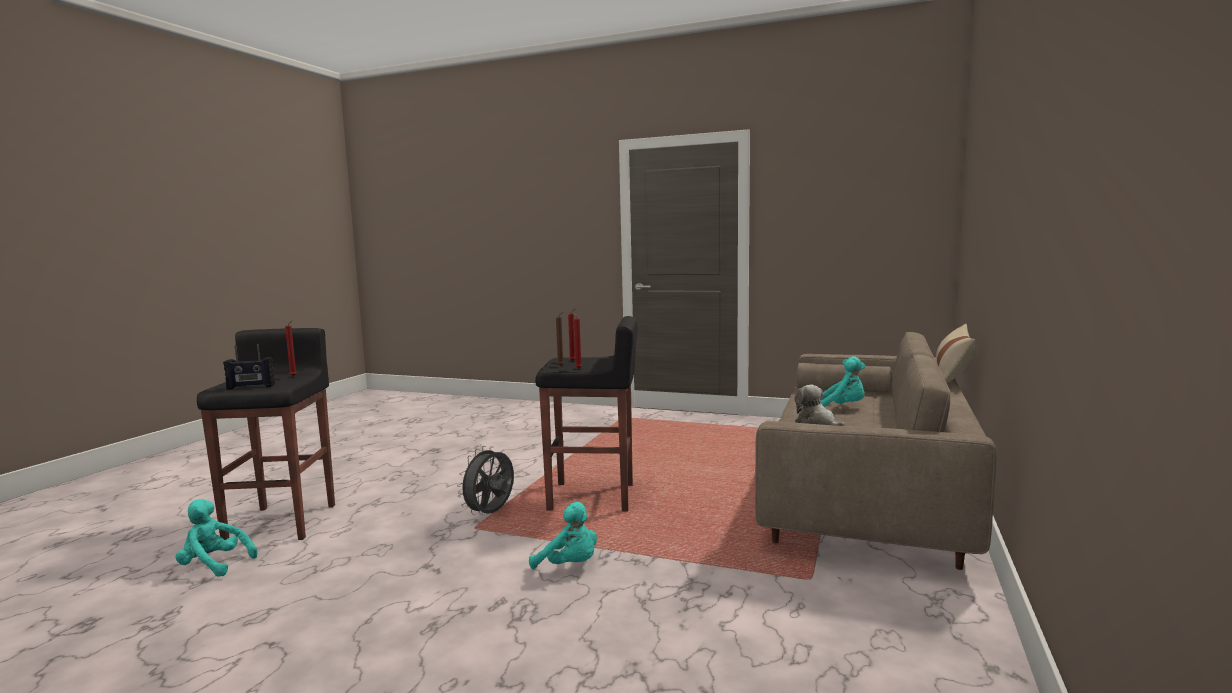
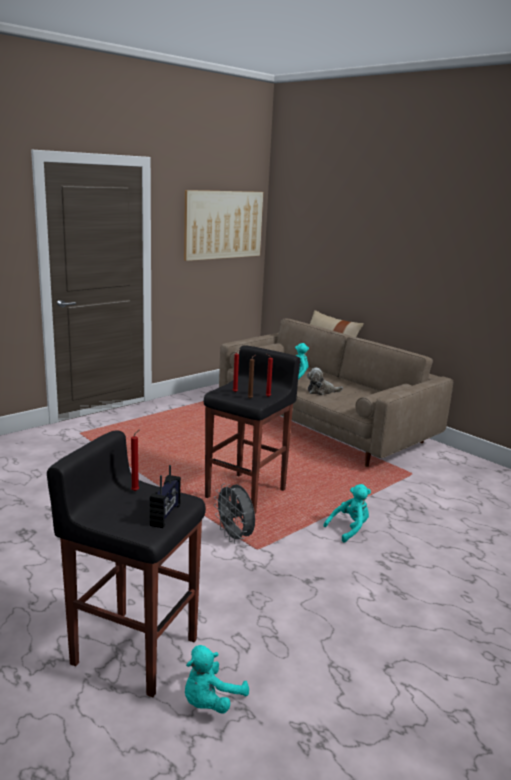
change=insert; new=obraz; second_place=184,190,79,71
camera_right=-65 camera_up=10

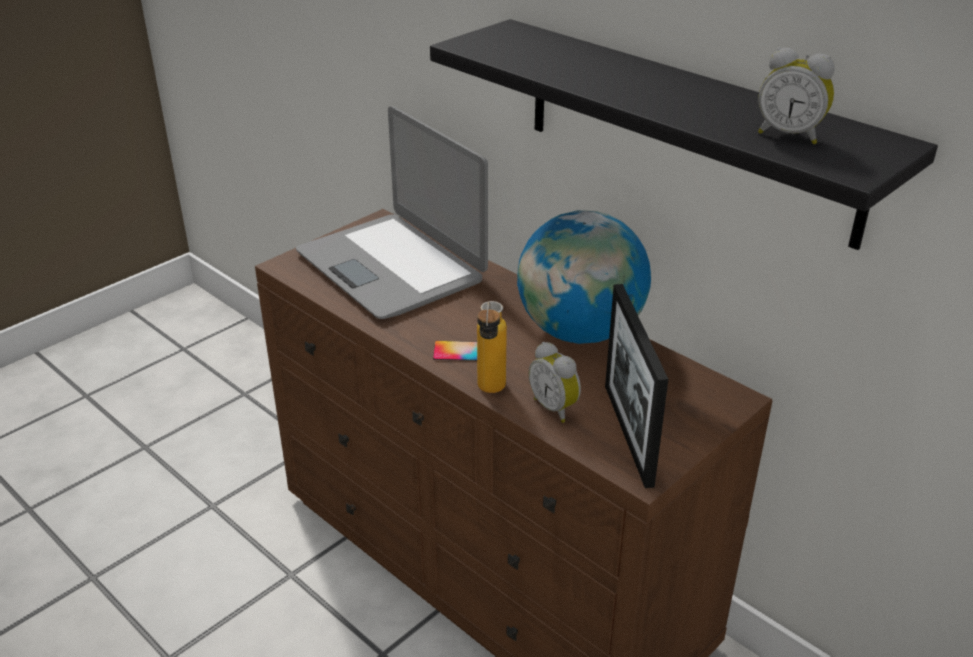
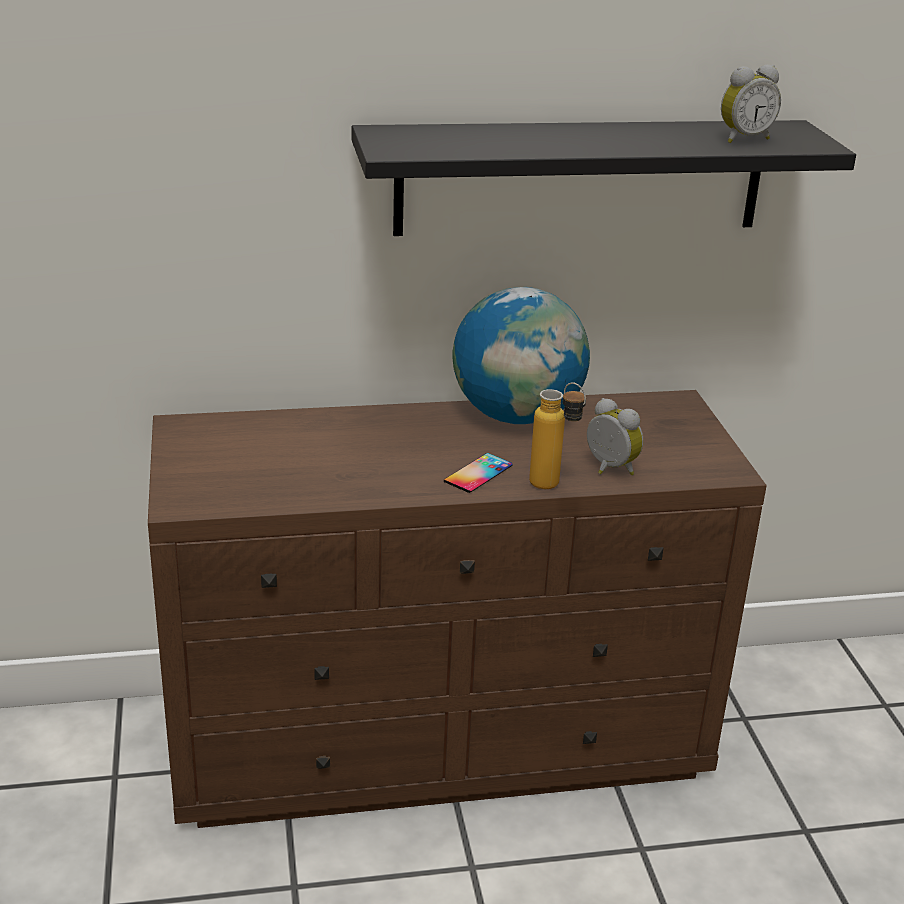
change=delete; old=laptop; first_place=296,106,192,213
change=delete; old=ramka na zdjęcie; first_place=605,284,63,204
change=rotate; old=budzik; first_place=529,342,52,81; second_place=587,398,56,77; degrees=-135
camera_right=-55 camera_up=-5

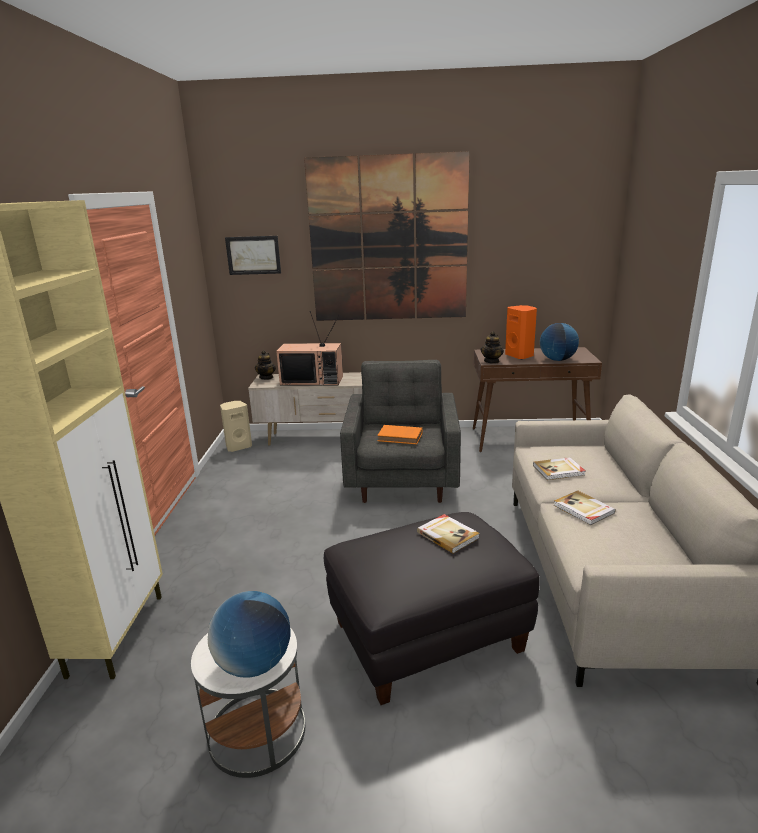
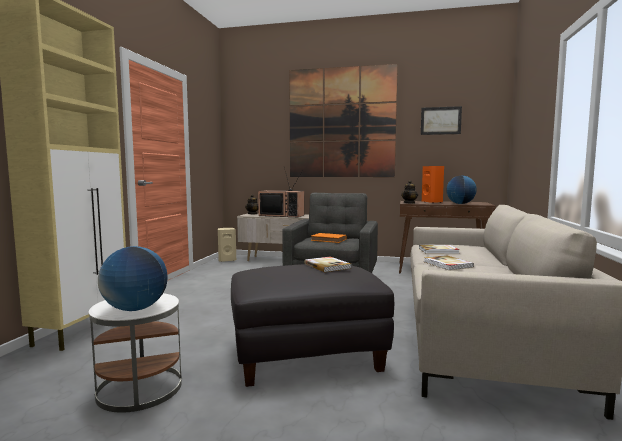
change=move; old=obraz; first_place=225,236,56,39; second_place=421,106,41,29
camera_right=10 camera_up=-15

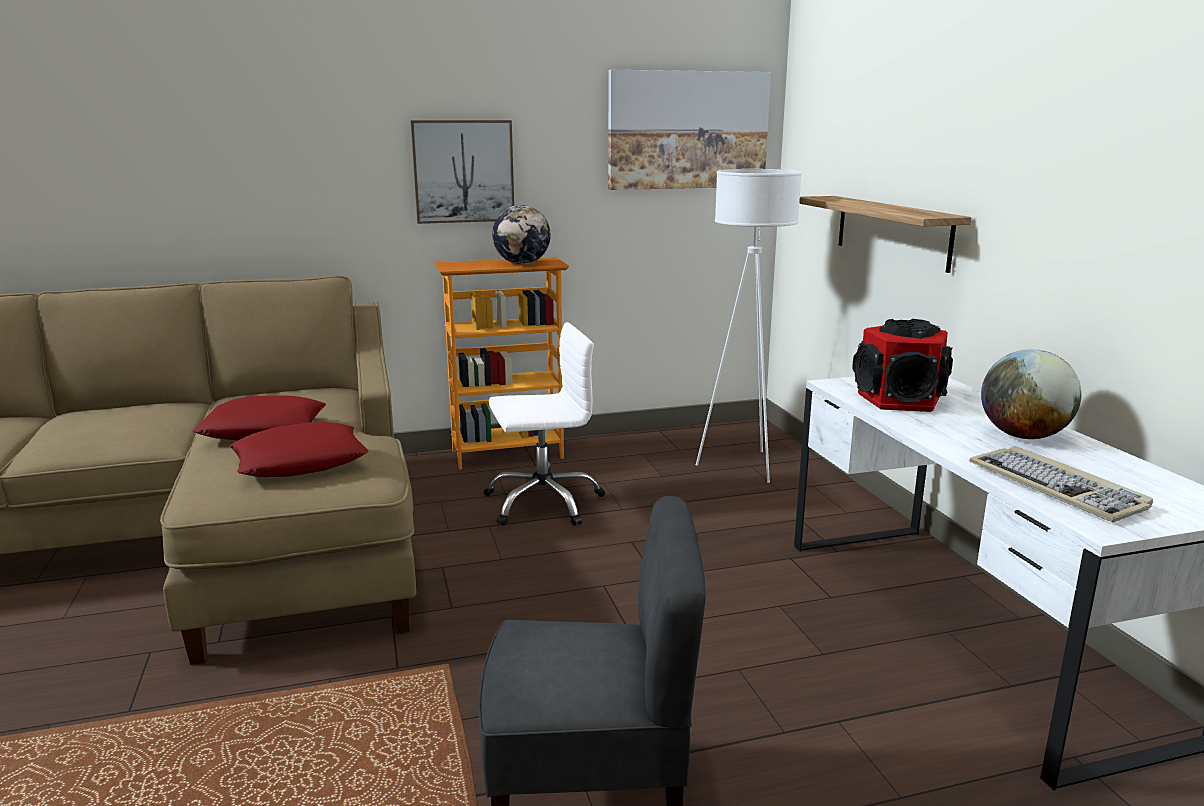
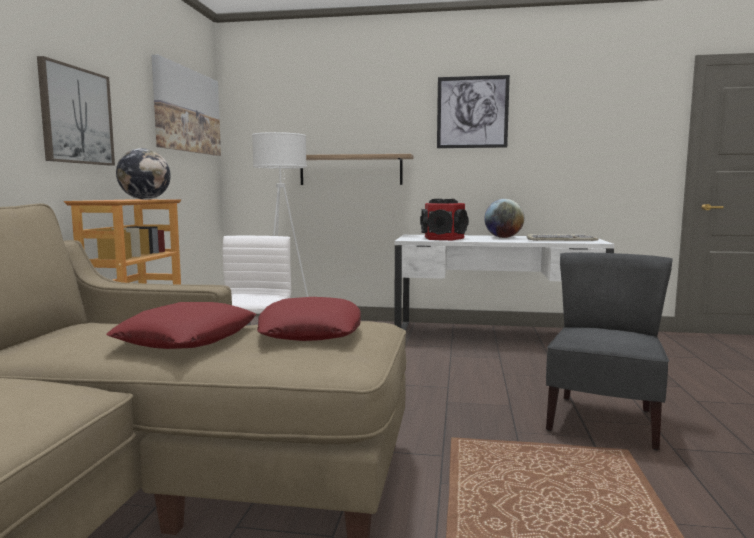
change=insert; new=obraz; second_place=437,75,73,73
camera_right=-65 camera_up=-10

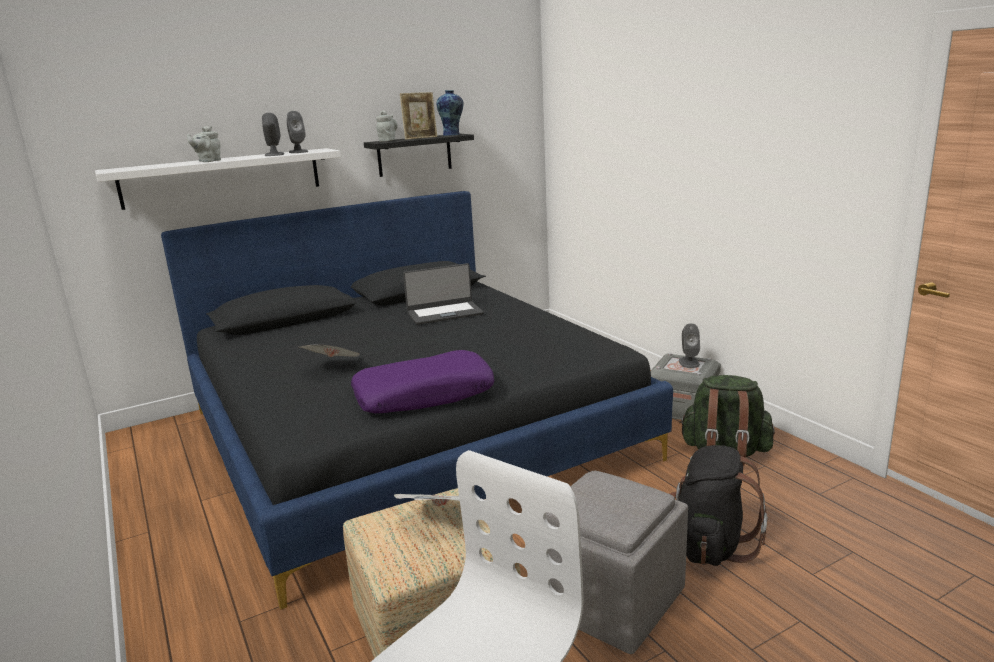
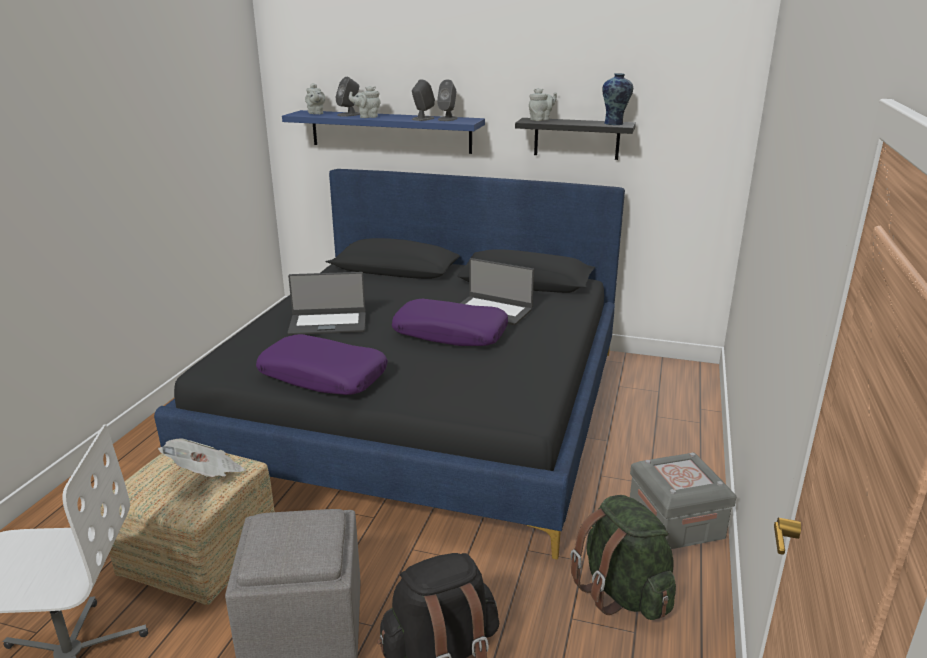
change=delete; old=ramka na zdjęcie; first_place=400,92,37,48
change=insert; new=imbryk [szary]; second_place=305,83,20,31
change=insert; new=poduszka [fioletowy]; second_place=392,299,116,47
change=move; old=głośnik [szary]; first_place=679,323,21,45; second_place=336,77,24,40
change=replace; old=gazeta; new=laptop; first_place=300,345,60,12; second_place=288,272,78,63
change=recolor; old=półka [biały]; new=półka [niebieski]; first_place=95,148,246,62; second_place=282,110,203,44
camera_right=45 camera_up=5

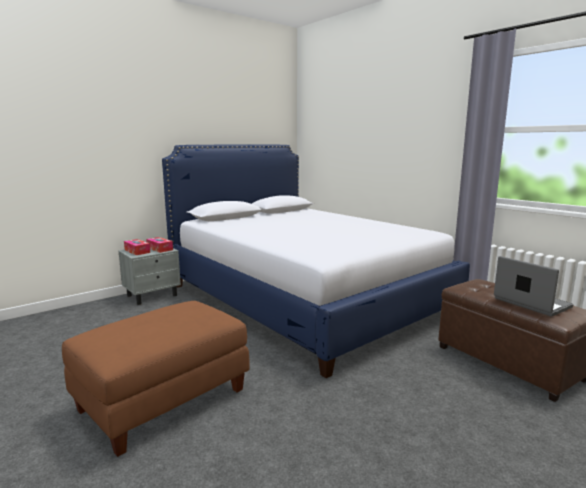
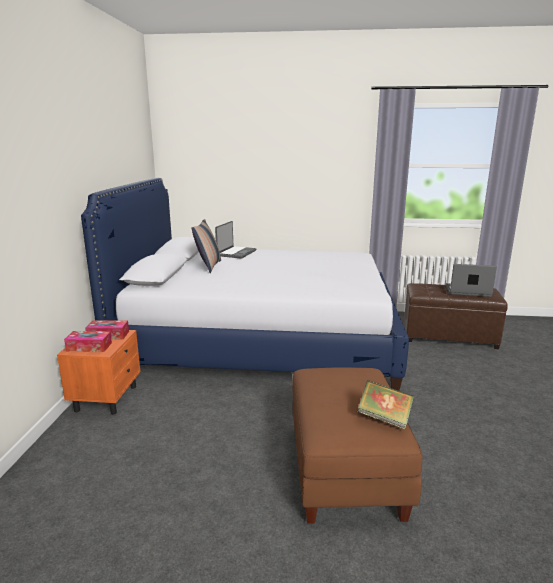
change=insert; new=poduszka; second_place=192,219,29,54
change=insert; new=laptop; second_place=215,221,41,38
change=insert; new=książka; second_place=357,380,57,49
change=recolor; old=szafka nocna [szary]; new=szafka nocna [pomarańczowy]; first_place=118,248,63,57; second_place=57,330,84,85
camera_right=-45 camera_up=5

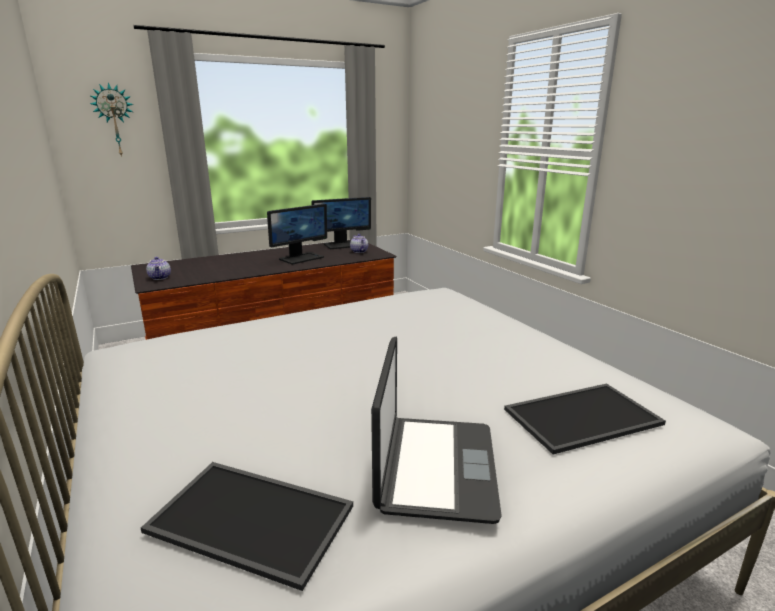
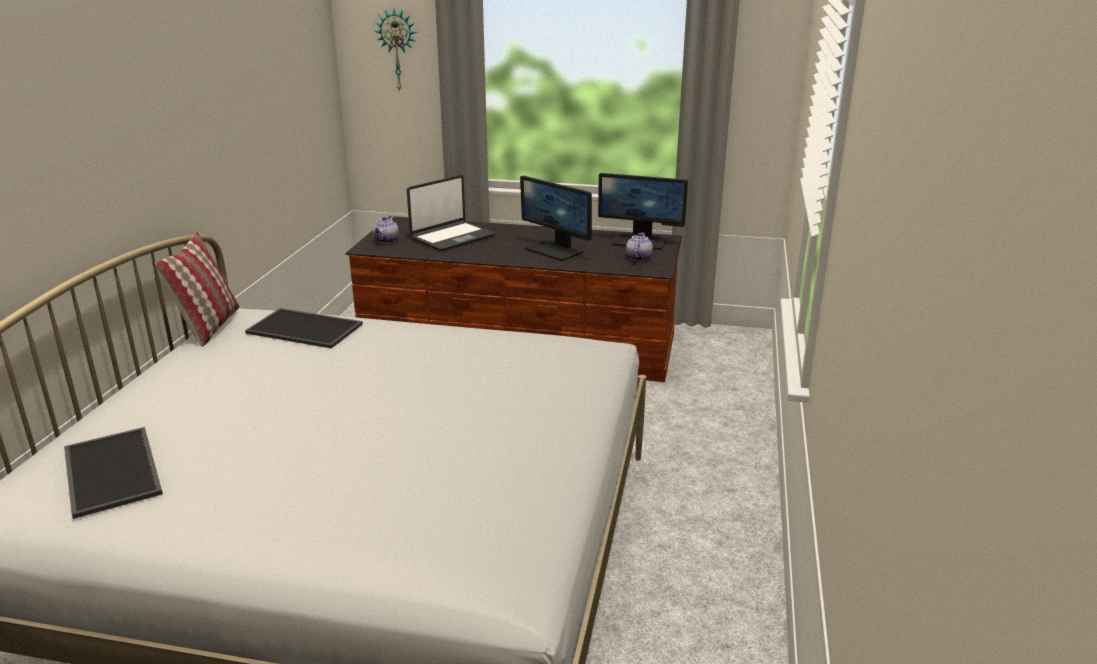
change=insert; new=poduszka; second_place=155,232,84,115
change=move; old=laptop; first_place=371,336,131,188; second_place=407,175,88,76
change=move; old=taca; first_place=504,383,162,72; second_place=245,308,118,41
change=rotate; old=monitor; first_place=267,204,60,60; second_place=520,175,72,86; degrees=45
camera_right=40 camera_up=5

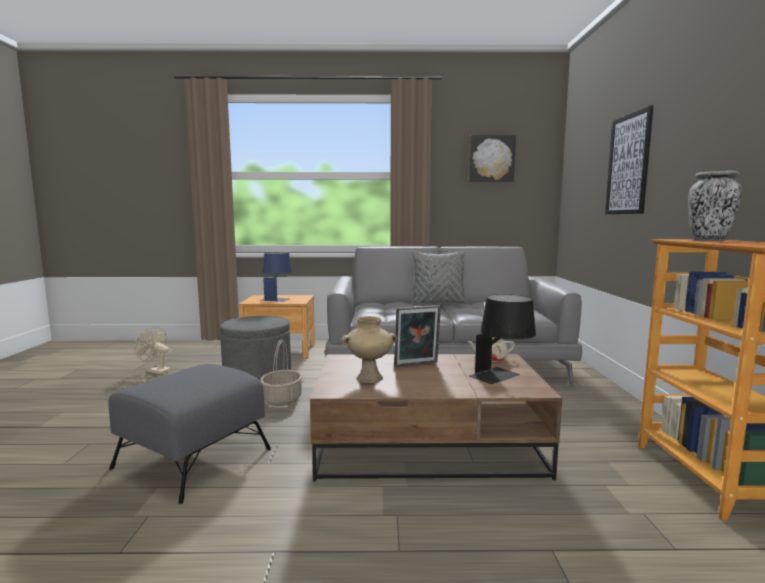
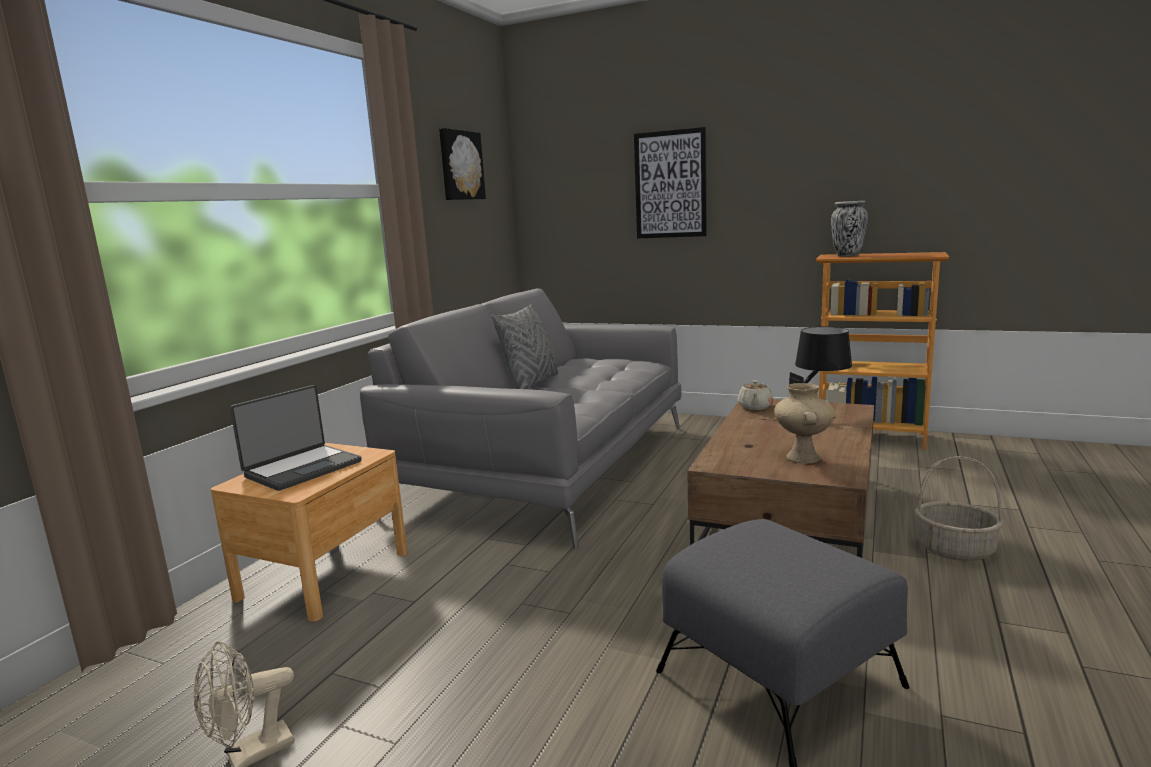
change=delete; old=pufa [szary]; first_place=220,316,71,64
change=delete; old=ramka na zdjęcie; first_place=394,305,47,62
change=move; old=koszyk; first_place=260,340,43,66; second_place=915,456,88,105
change=replace; old=lampa stołowa [niebieski]; new=laptop; first_place=259,252,33,50; second_place=230,385,131,106
camera_right=-65 camera_up=5

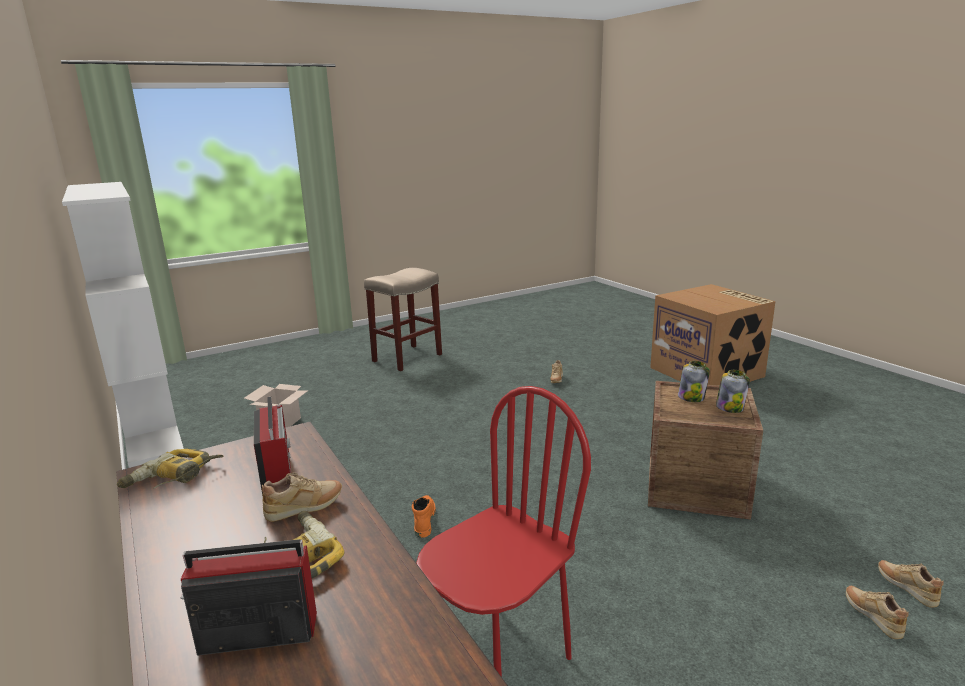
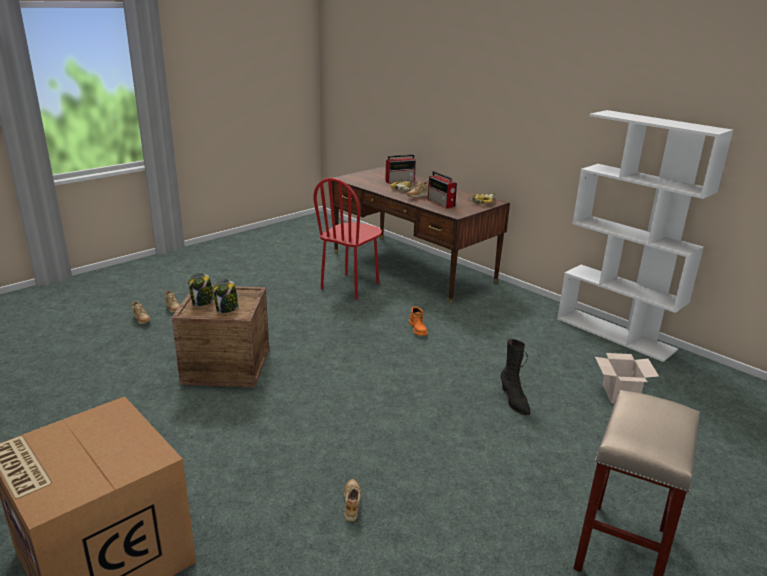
change=insert; new=but z cholewką [czarny]; second_place=501,339,30,77
camera_right=165 camera_up=5

